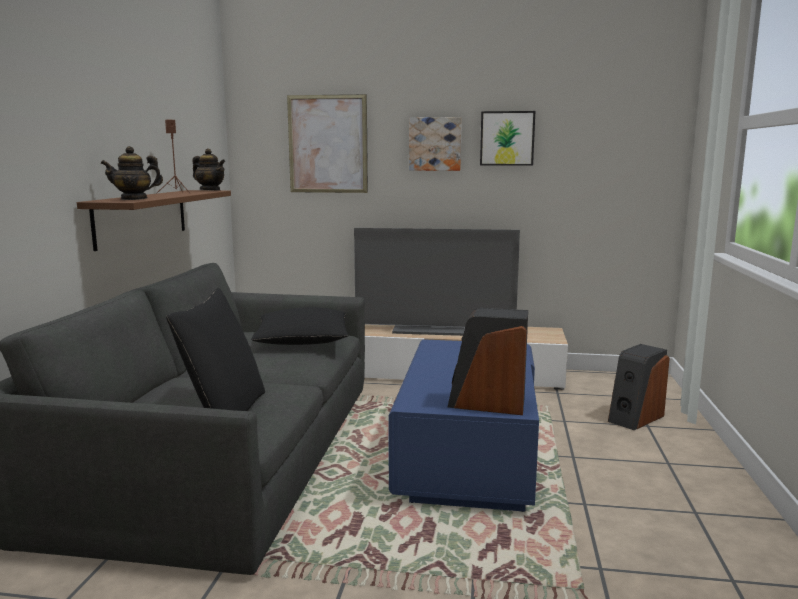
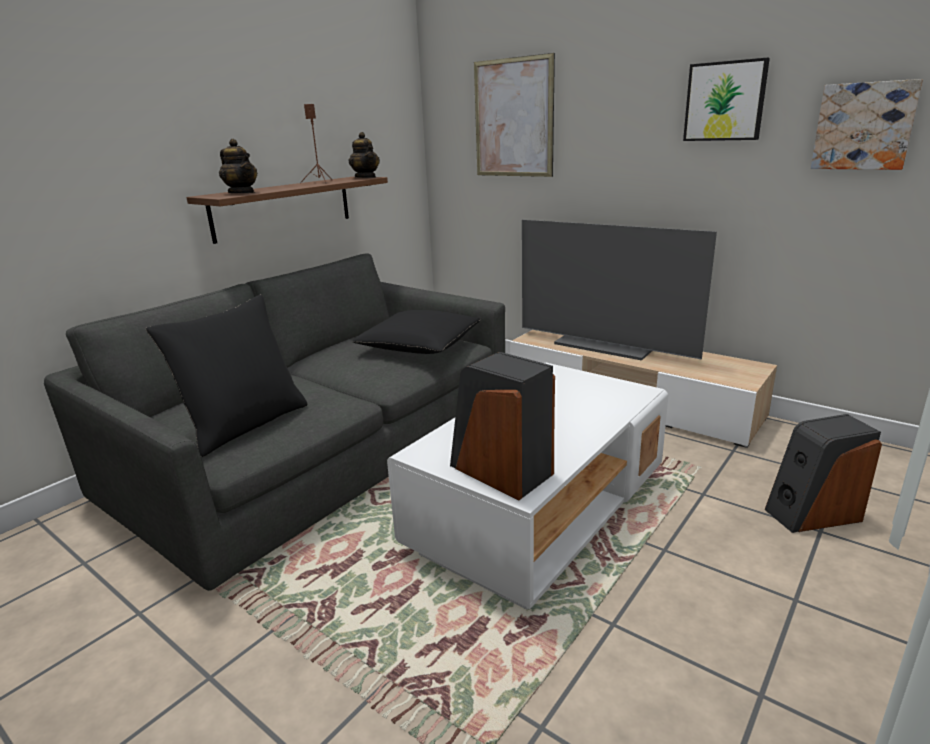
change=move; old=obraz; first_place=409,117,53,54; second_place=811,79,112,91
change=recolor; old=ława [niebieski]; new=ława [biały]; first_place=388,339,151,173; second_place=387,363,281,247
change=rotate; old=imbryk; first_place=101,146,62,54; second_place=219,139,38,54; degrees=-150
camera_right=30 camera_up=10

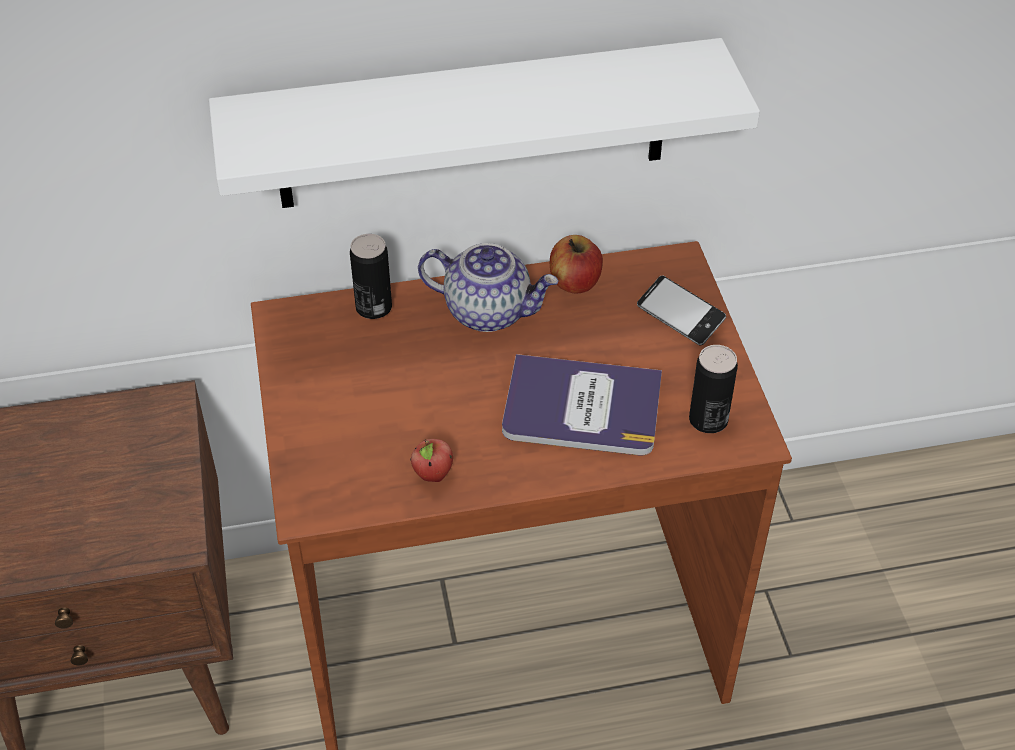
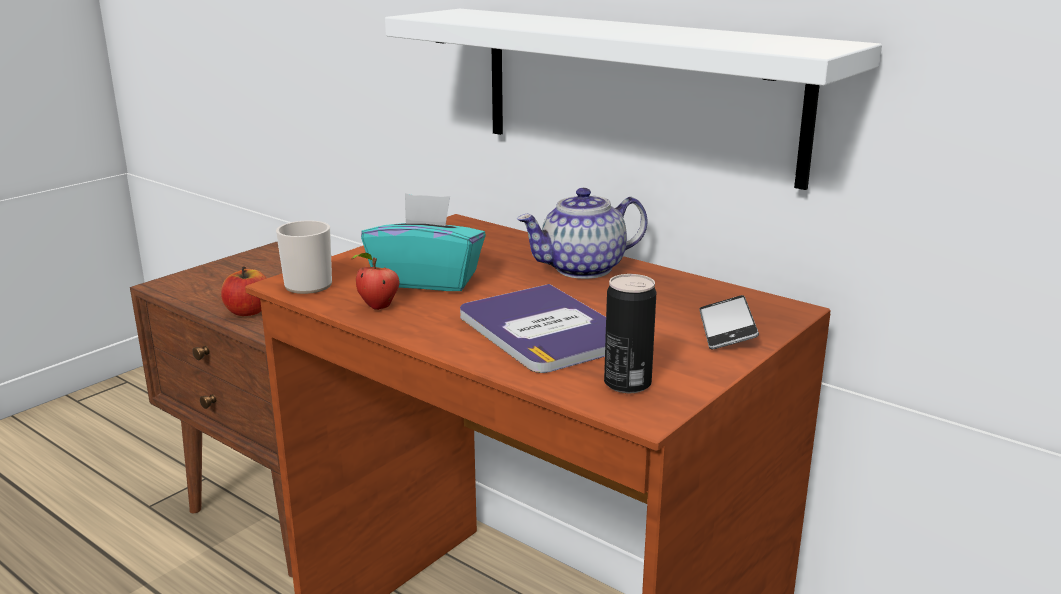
change=delete; old=puszka; first_place=350,234,42,85
change=insert; new=kubek; second_place=276,220,56,74
change=insert; new=pudełko chusteczek [turkusowy]; second_place=361,193,125,98
change=move; old=jabłko; first_place=550,235,53,58; second_place=221,267,46,49
change=rotate; old=imbryk; first_place=418,243,141,89; second_place=517,188,131,91; degrees=90
camera_right=50 camera_up=-25

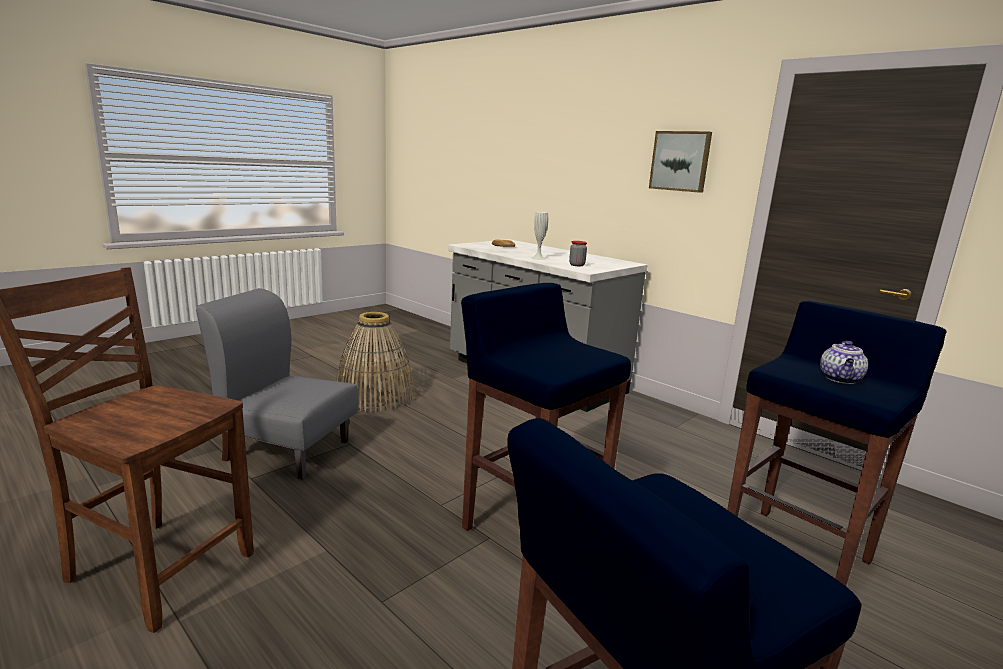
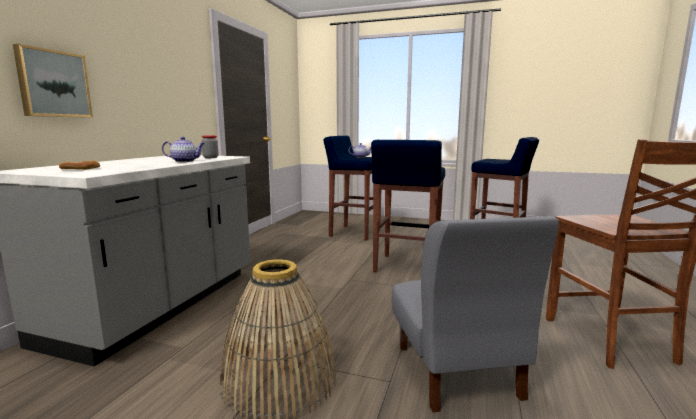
change=move; old=obraz; first_place=649,131,63,62; second_place=13,44,80,73
change=replace; old=wazon [biały]; new=imbryk; first_place=531,212,17,48; second_place=162,137,43,25
camera_right=-115 camera_up=-5

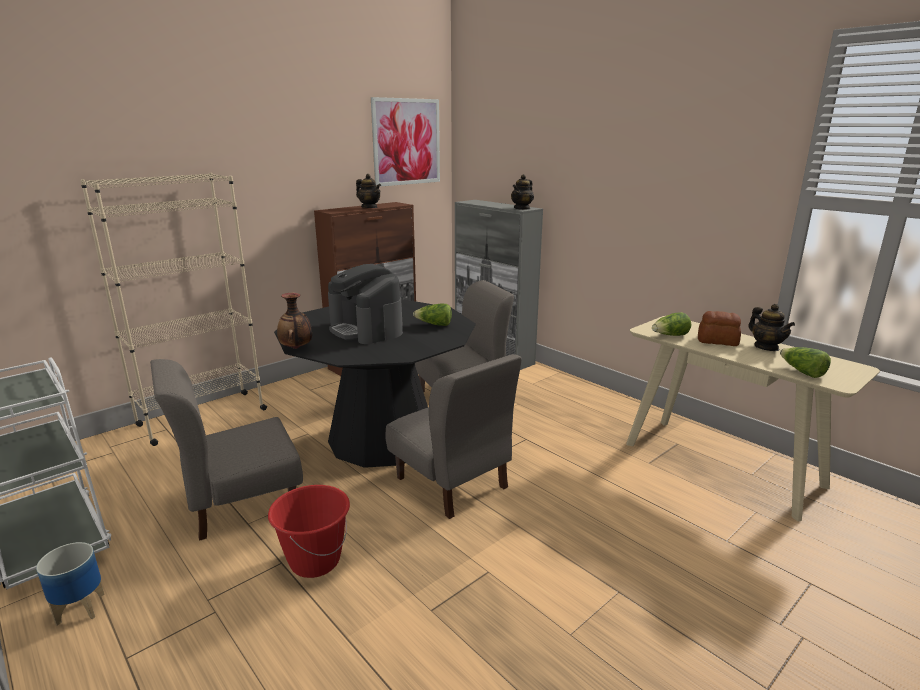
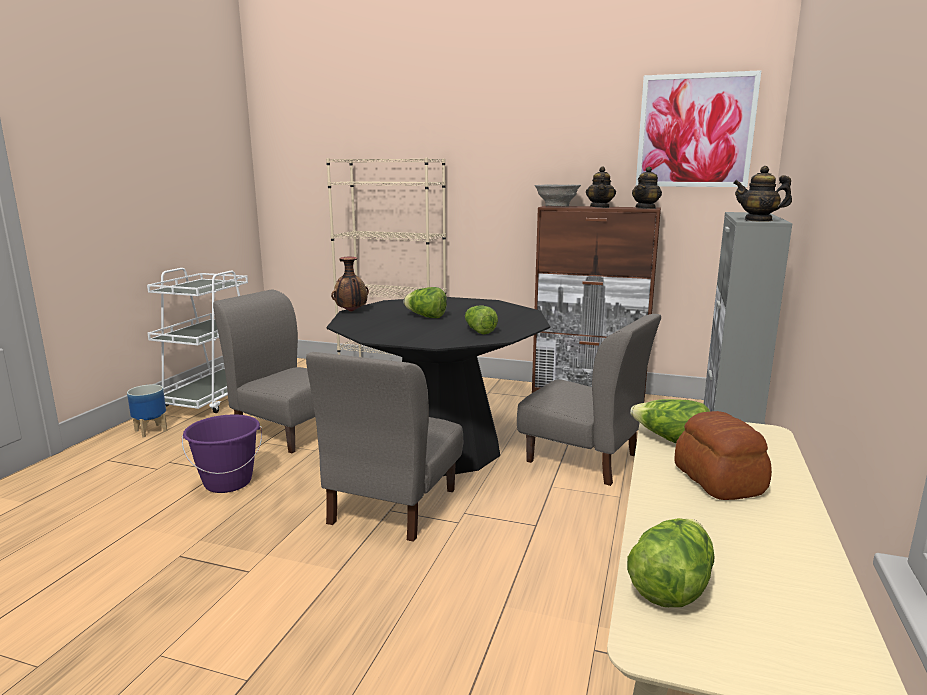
change=insert; new=miska [szary]; second_place=535,185,46,21
change=move; old=imbryk; first_place=748,304,47,47; second_place=632,167,30,42
change=replace; old=ekspres do kawy; new=sałata; first_place=328,264,75,80; second_place=404,287,43,31
change=recolor; old=wiadro [czerwony]; new=wiadro [fioletowy]; first_place=268,485,82,93; second_place=182,414,80,79
camera_right=60 camera_up=-5

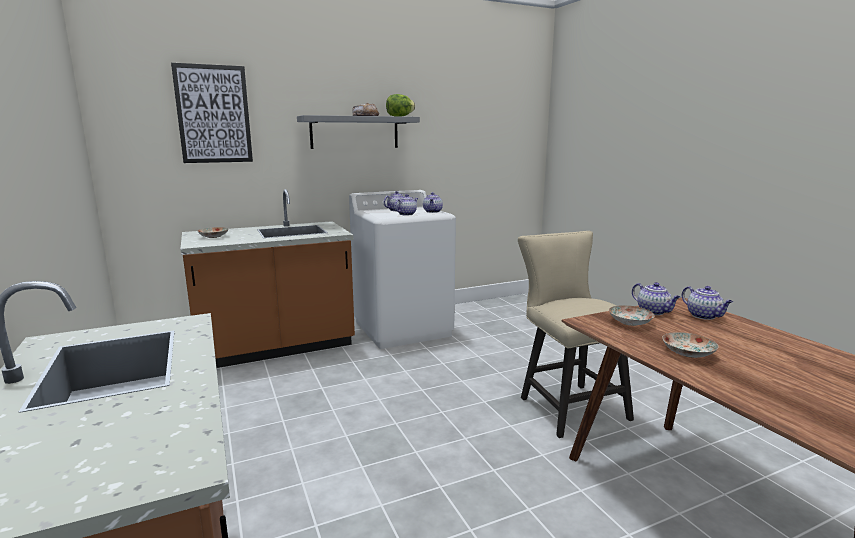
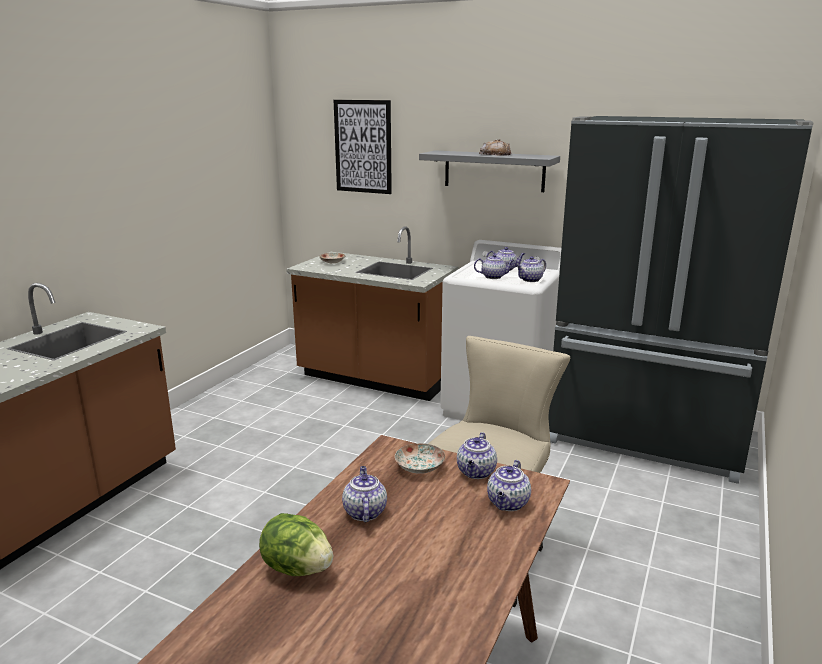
change=insert; new=lodówka [czarny]; second_place=548,116,266,368
change=move; old=sałata; first_place=386,94,29,22; second_place=259,513,74,63
change=replace; old=talerz; new=imbryk; first_place=662,332,57,26; second_place=342,466,45,56
camera_right=50 camera_up=5

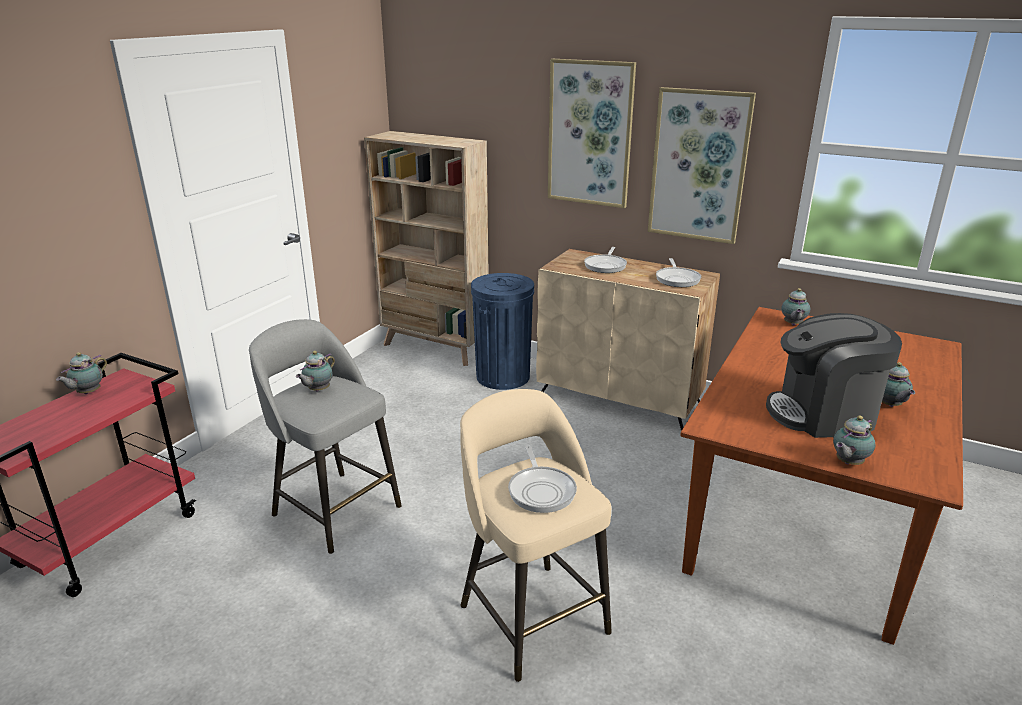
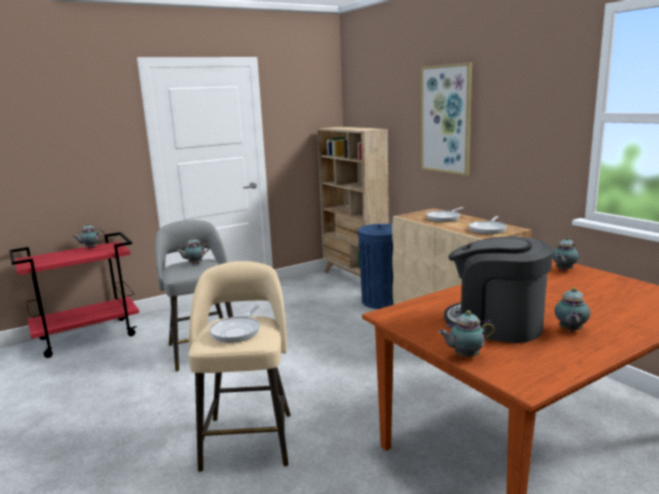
change=delete; old=obraz; first_place=648,87,108,157
camera_right=30 camera_up=-10

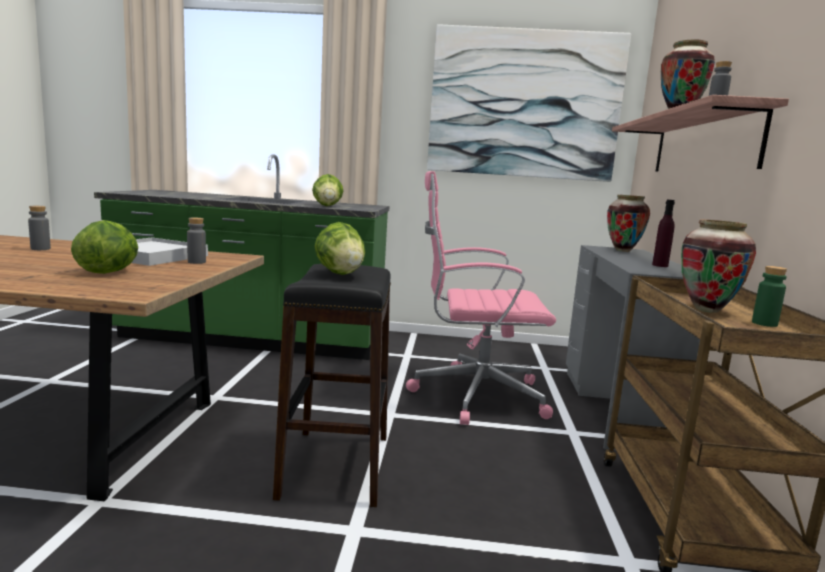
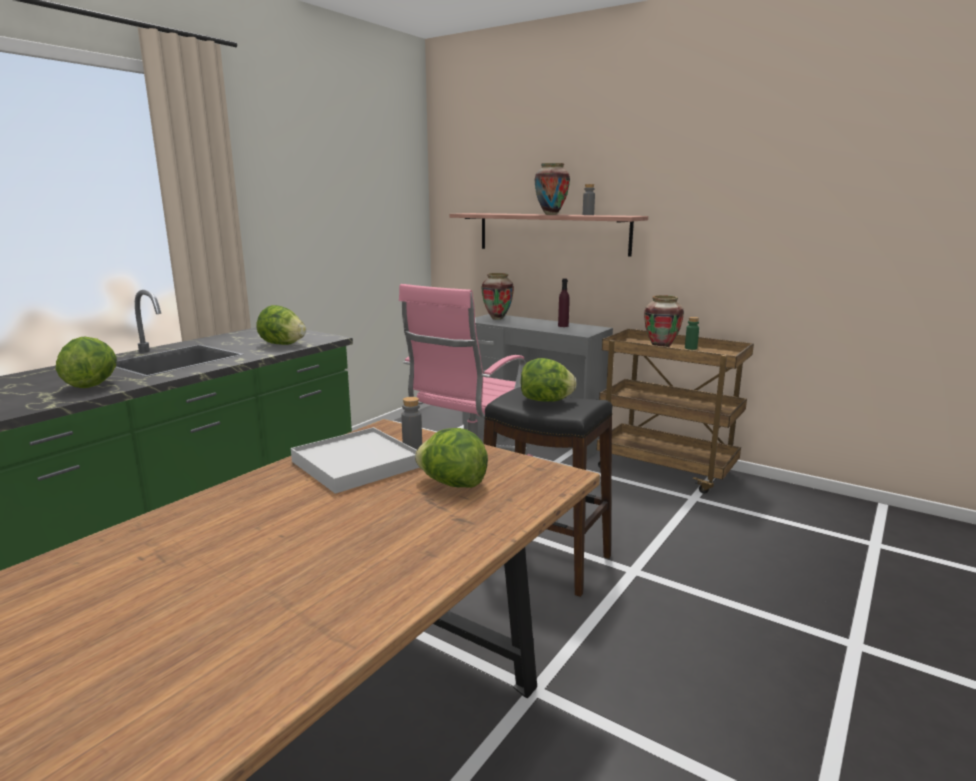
change=delete; old=butelka [szary]; first_place=28,206,23,44
change=delete; old=obraz; first_place=427,24,204,158
change=insert; new=sałata; second_place=56,337,61,51
camera_right=-60 camera_up=5

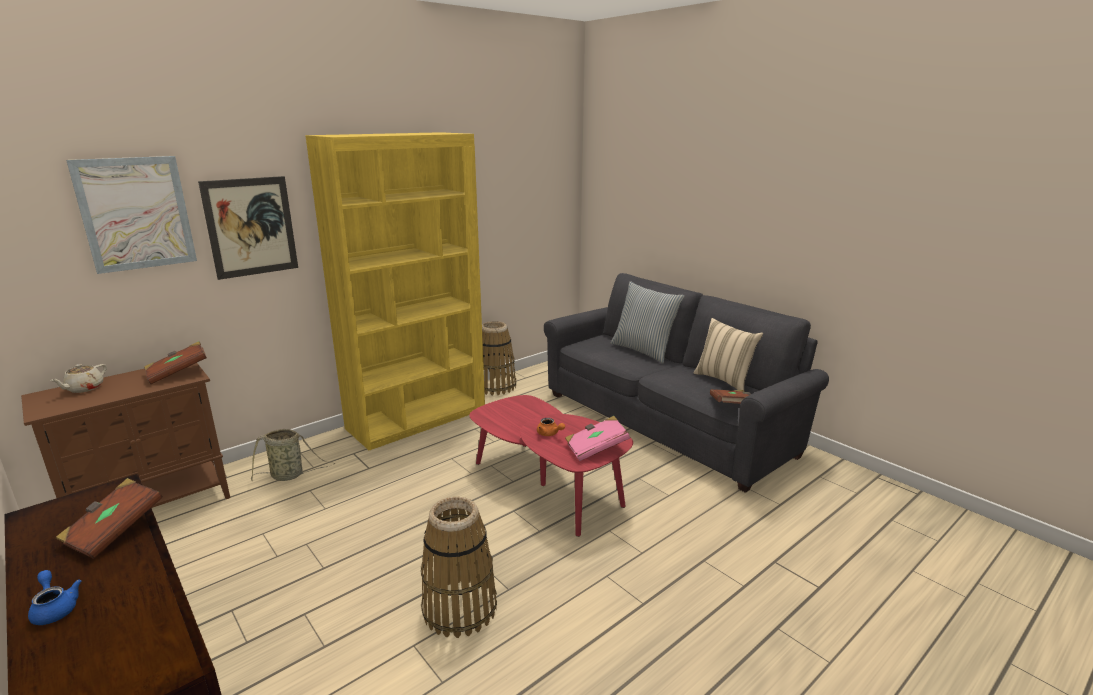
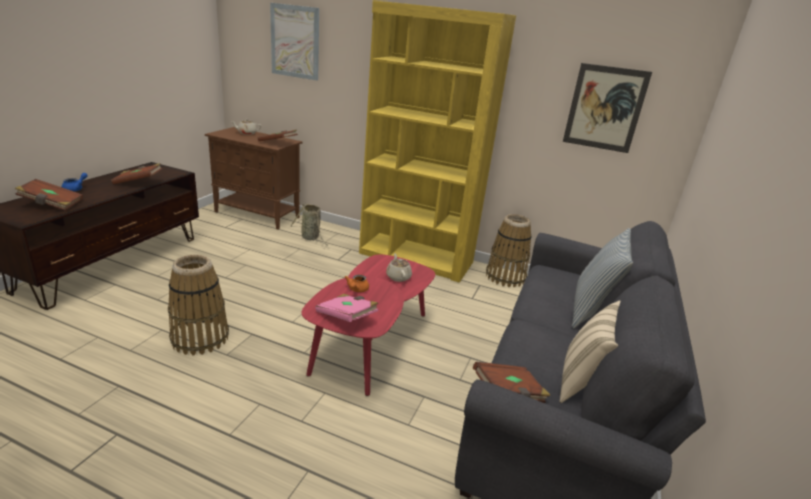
change=insert; new=książka [brązowy]; second_place=15,179,68,32
change=insert; new=imbryk [beżowy]; second_place=386,253,26,29
change=move; old=obraz; first_place=198,176,100,104; second_place=563,63,89,90
camera_right=60 camera_up=5

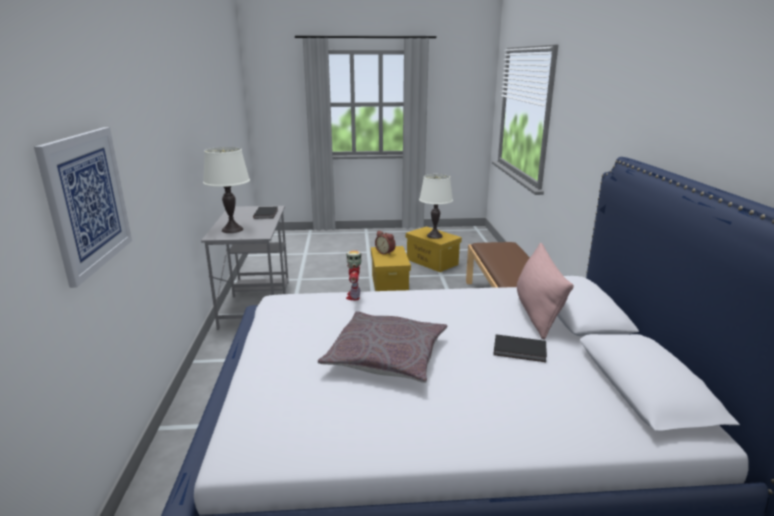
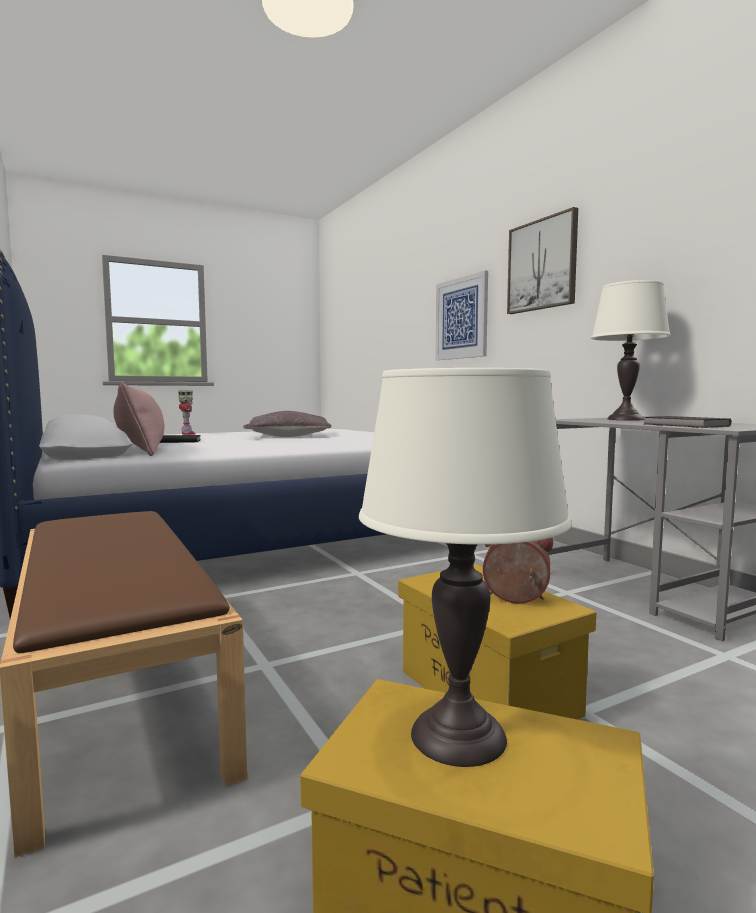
change=insert; new=obraz; second_place=507,207,71,107
change=move; old=robot zabawkowy; first_place=346,250,16,50; second_place=178,390,17,45
camera_right=155 camera_up=-15

